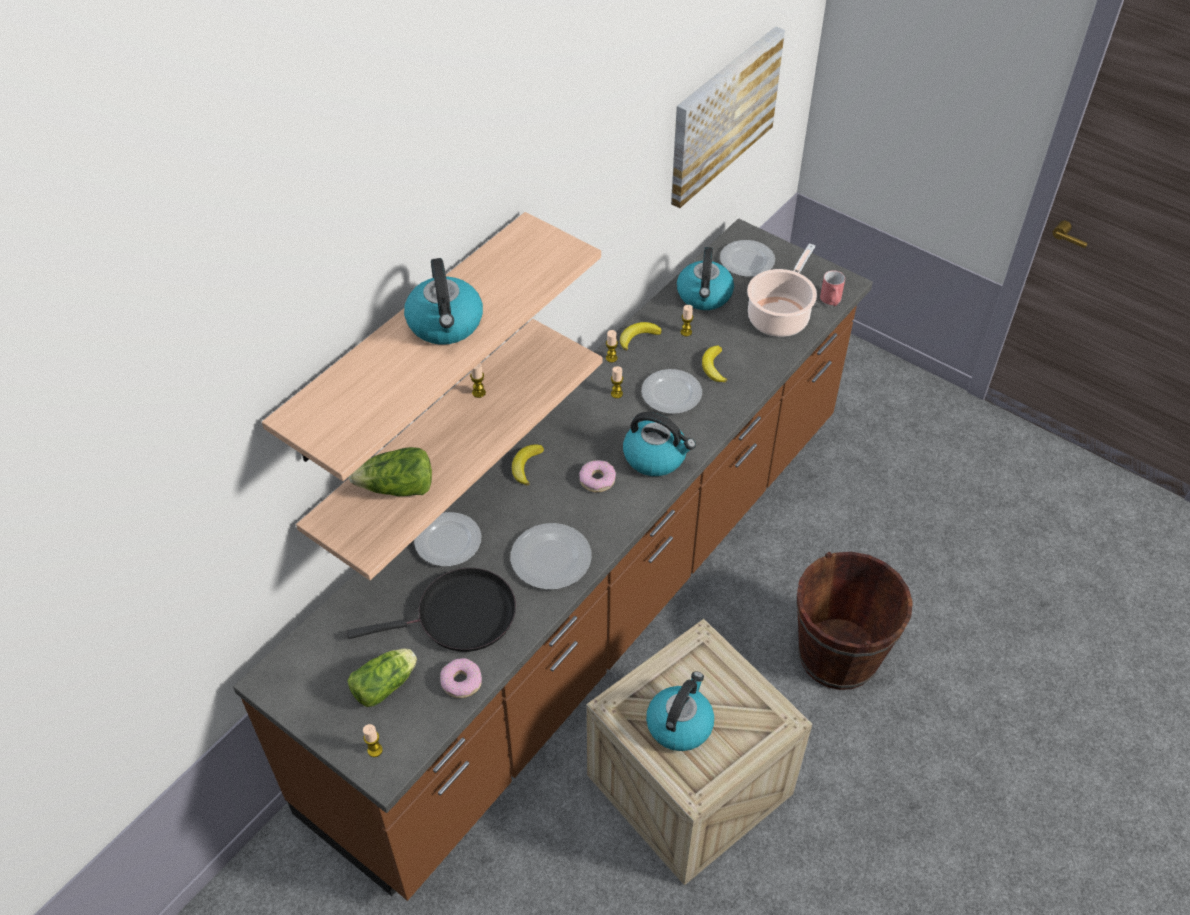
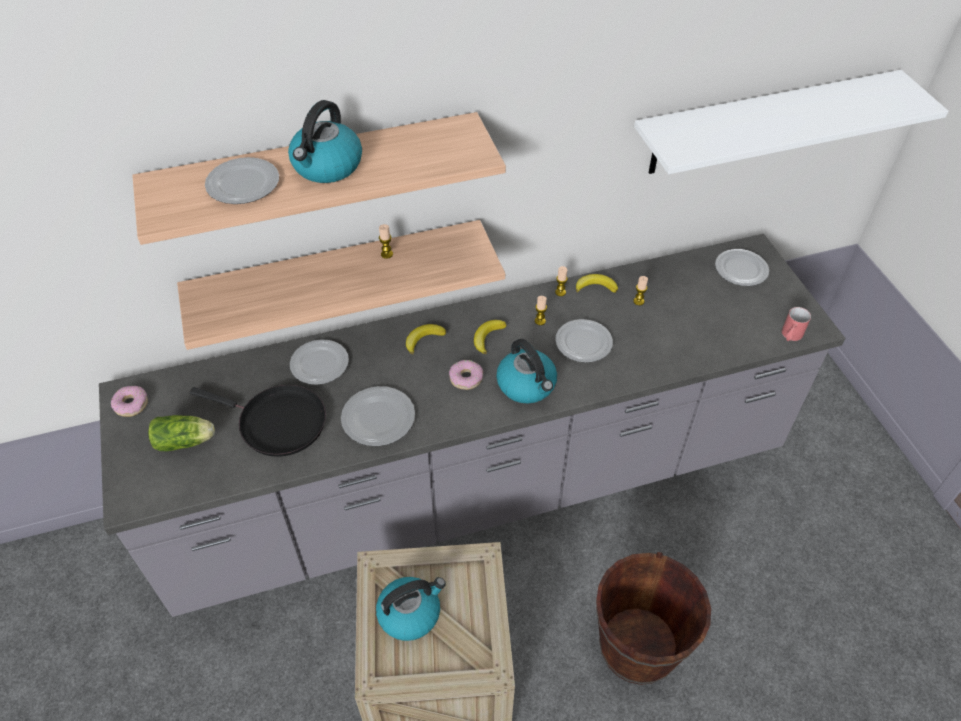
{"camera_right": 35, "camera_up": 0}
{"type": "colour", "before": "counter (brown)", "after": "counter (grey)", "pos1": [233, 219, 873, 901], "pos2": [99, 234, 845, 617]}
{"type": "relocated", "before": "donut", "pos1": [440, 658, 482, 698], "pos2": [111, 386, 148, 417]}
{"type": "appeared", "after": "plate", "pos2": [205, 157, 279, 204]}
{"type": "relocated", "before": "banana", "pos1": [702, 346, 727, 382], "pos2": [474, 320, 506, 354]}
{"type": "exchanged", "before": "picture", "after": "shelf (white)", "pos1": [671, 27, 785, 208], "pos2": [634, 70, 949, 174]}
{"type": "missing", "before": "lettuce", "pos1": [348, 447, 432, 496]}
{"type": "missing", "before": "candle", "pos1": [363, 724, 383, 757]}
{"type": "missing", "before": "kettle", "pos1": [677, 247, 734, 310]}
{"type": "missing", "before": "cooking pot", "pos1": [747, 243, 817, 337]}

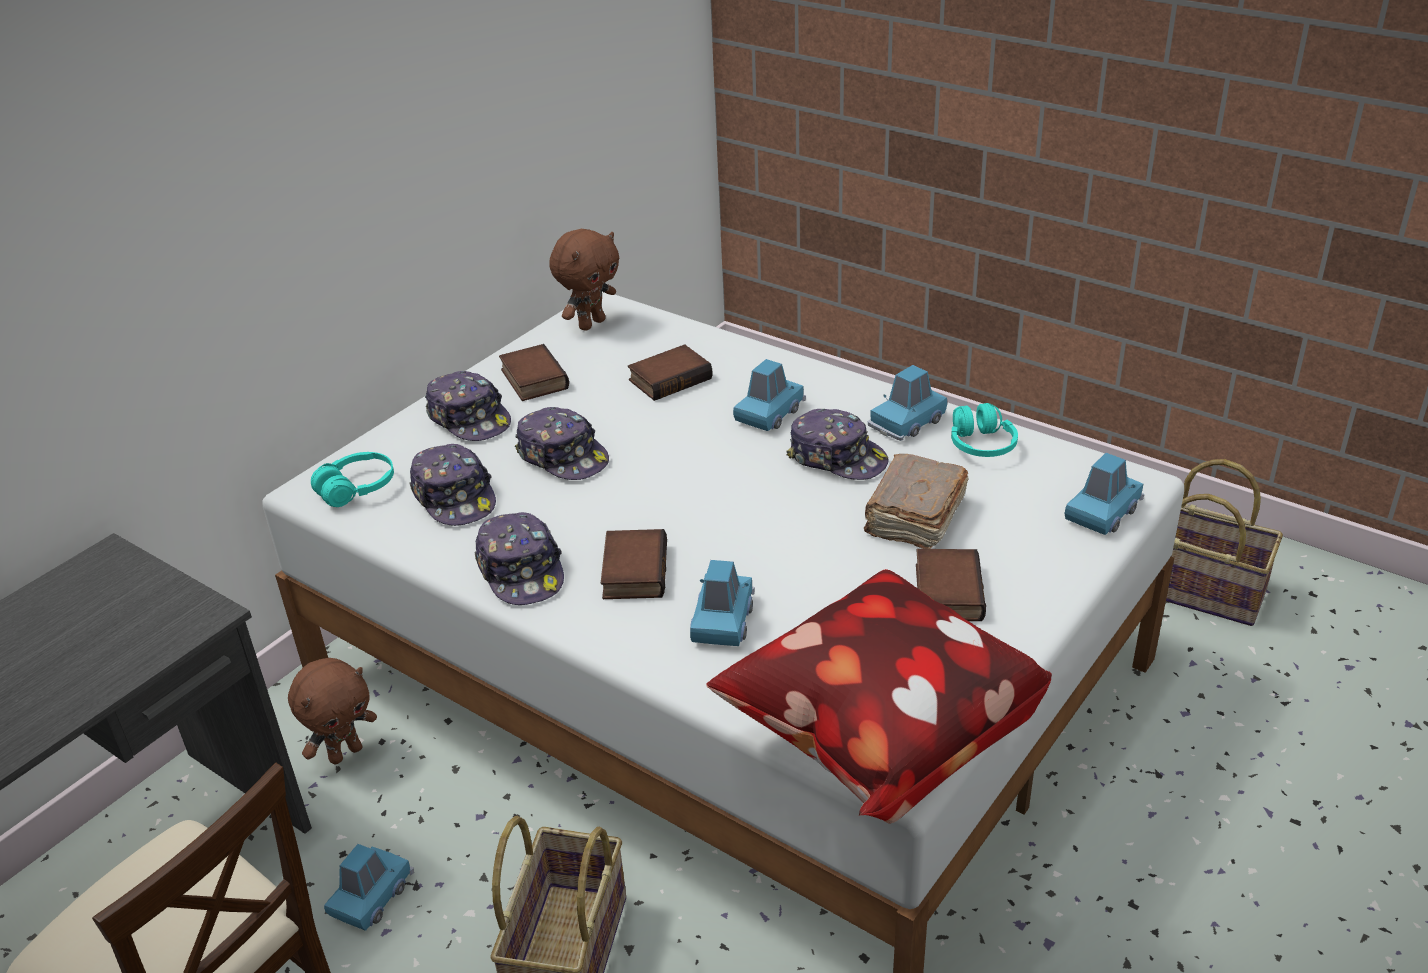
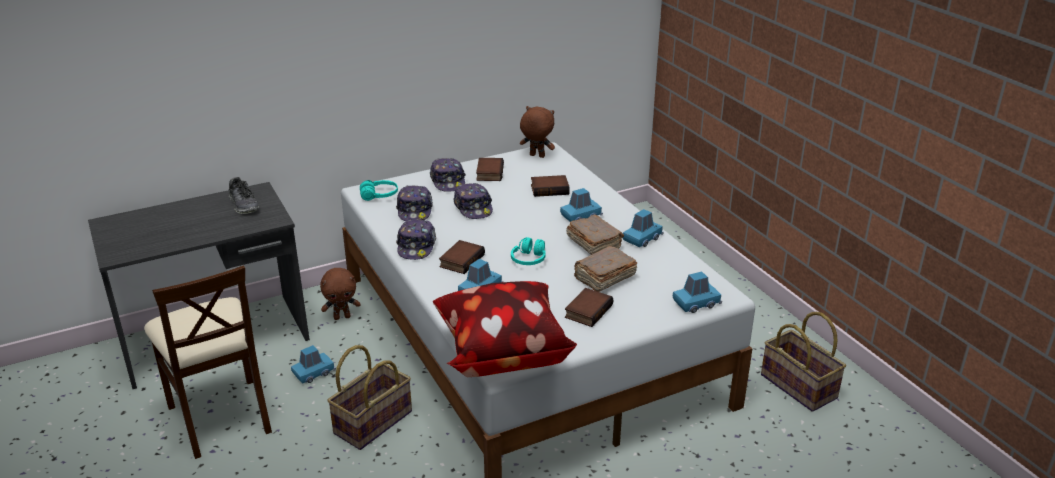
{"camera_right": 25, "camera_up": -5}
{"type": "appeared", "after": "shoe", "pos2": [229, 177, 259, 214]}
{"type": "relocated", "before": "headphones (turquoise)", "pos1": [951, 403, 1018, 457], "pos2": [511, 237, 546, 265]}
{"type": "spun", "before": "plush toy (brown)", "pos1": [549, 229, 619, 331], "pos2": [520, 106, 555, 158], "turn": -135}
{"type": "exchanged", "before": "cap", "after": "book (brown)", "pos1": [786, 409, 889, 480], "pos2": [566, 215, 624, 255]}
{"type": "spun", "before": "toy car (blue)", "pos1": [868, 365, 947, 441], "pos2": [623, 209, 664, 247], "turn": 150}

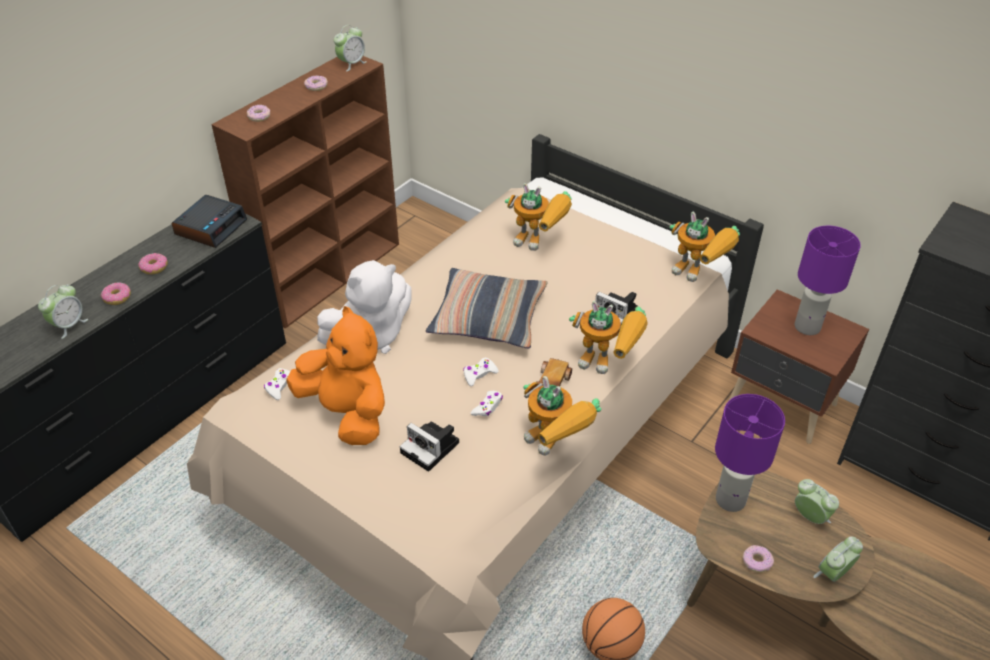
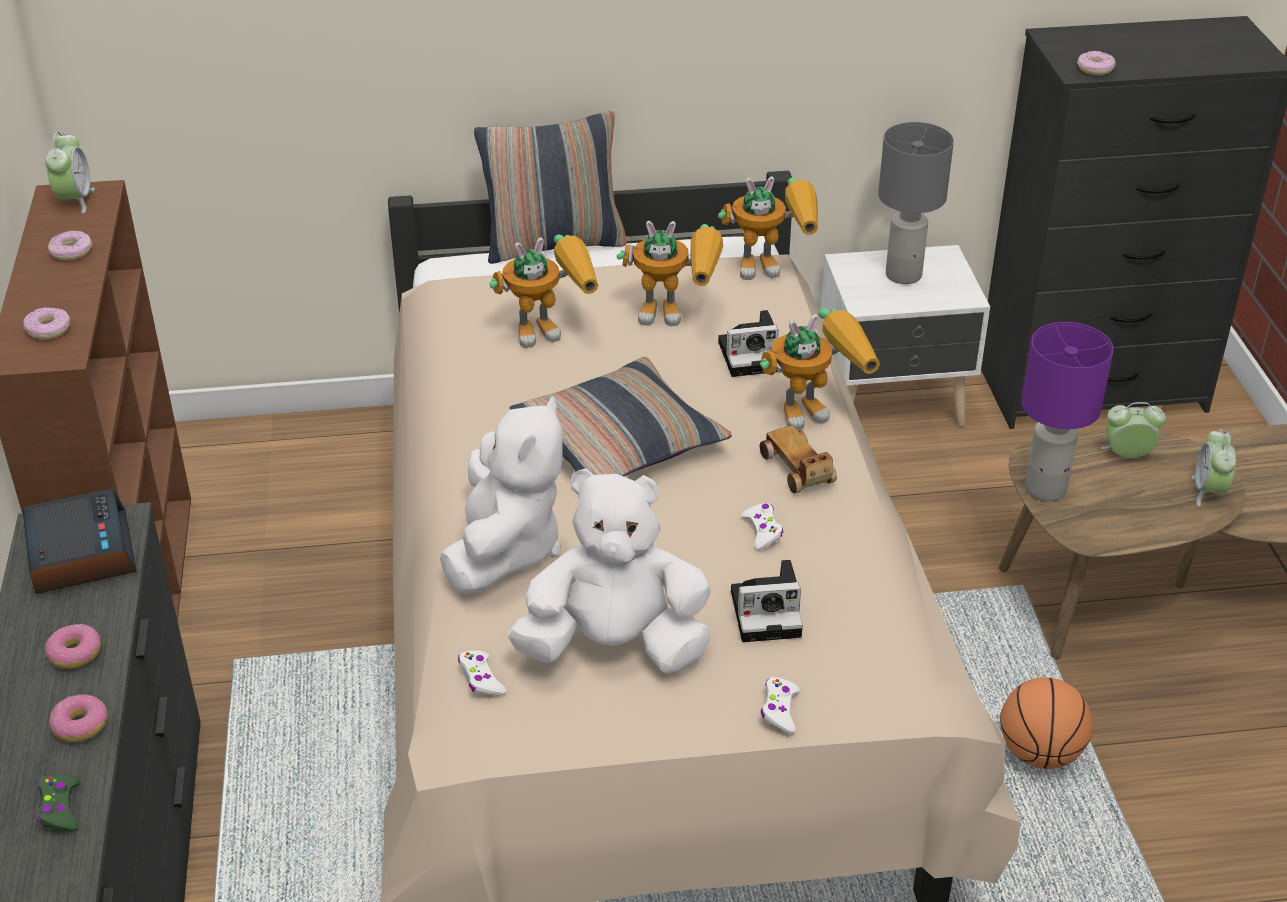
{"camera_right": -45, "camera_up": -5}
{"type": "exchanged", "before": "alarm clock", "after": "game controller (green)", "pos1": [38, 284, 88, 339], "pos2": [36, 774, 80, 832]}
{"type": "appeared", "after": "pillow", "pos2": [474, 111, 627, 264]}
{"type": "colour", "before": "plush toy (orange)", "after": "plush toy (white)", "pos1": [286, 306, 385, 445], "pos2": [508, 469, 711, 674]}
{"type": "relocated", "before": "toy robot", "pos1": [523, 376, 601, 456], "pos2": [617, 221, 723, 326]}
{"type": "relocated", "before": "game controller (white)", "pos1": [463, 358, 499, 386], "pos2": [761, 677, 800, 733]}
{"type": "colour", "before": "nightstand (brown)", "after": "nightstand (white)", "pos1": [729, 289, 869, 444], "pos2": [821, 245, 990, 427]}
{"type": "colour", "before": "table lamp (purple)", "after": "table lamp (grey)", "pos1": [795, 226, 861, 335], "pos2": [878, 122, 954, 284]}
{"type": "relocated", "before": "donut", "pos1": [743, 545, 774, 572], "pos2": [1077, 51, 1116, 75]}

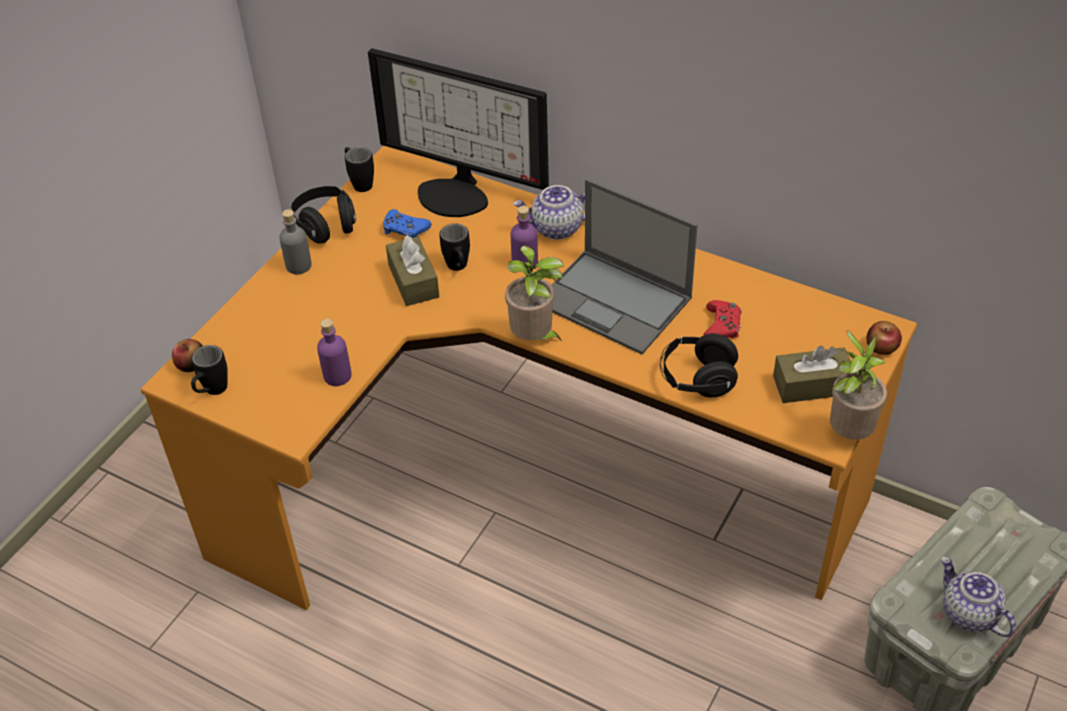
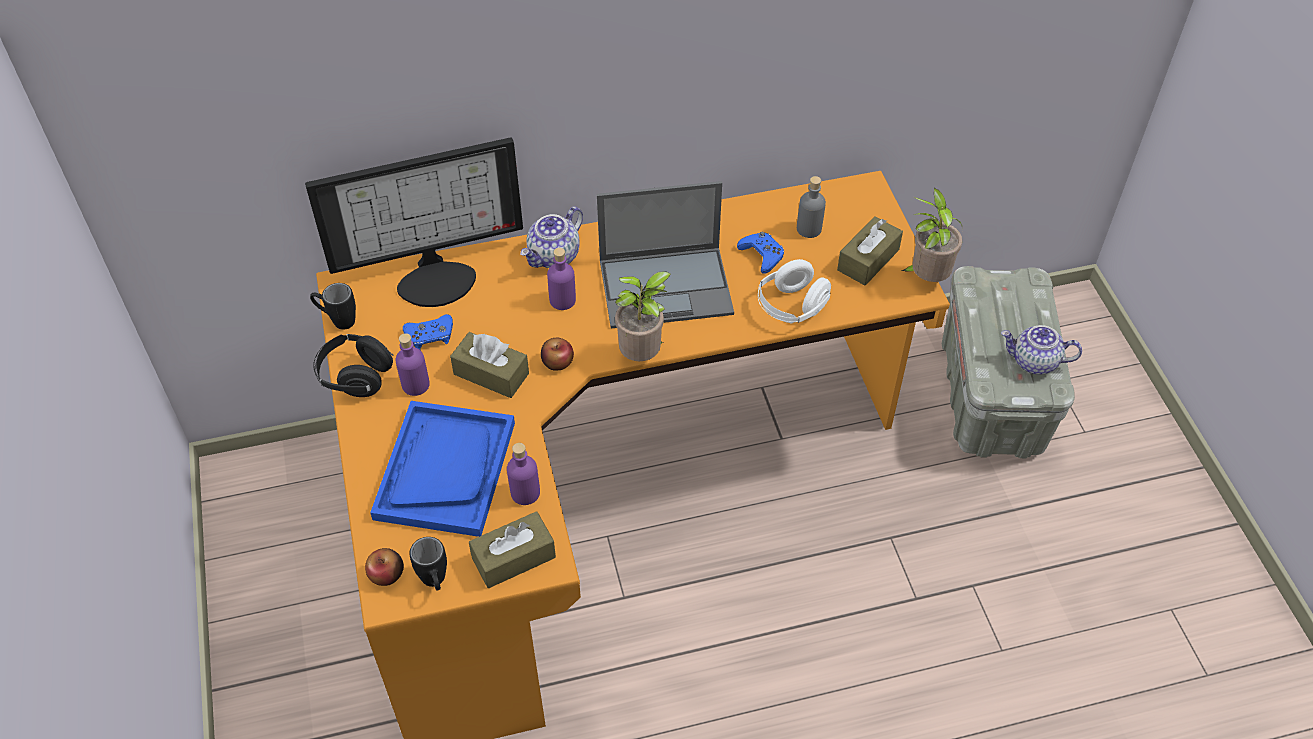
{"camera_right": -45, "camera_up": 5}
{"type": "appeared", "after": "tray (blue)", "pos2": [370, 401, 515, 537]}
{"type": "appeared", "after": "bottle (purple)", "pos2": [396, 333, 430, 396]}
{"type": "appeared", "after": "tissue box (brown)", "pos2": [469, 511, 556, 588]}
{"type": "relocated", "before": "apple", "pos1": [866, 321, 902, 355], "pos2": [541, 338, 574, 371]}
{"type": "colour", "before": "game controller (red)", "after": "game controller (blue)", "pos1": [703, 300, 742, 338], "pos2": [737, 232, 784, 274]}
{"type": "colour", "before": "headphones (black)", "after": "headphones (white)", "pos1": [660, 333, 738, 398], "pos2": [758, 259, 831, 324]}
{"type": "relocated", "before": "bottle (grey)", "pos1": [279, 209, 312, 274], "pos2": [797, 176, 826, 238]}
{"type": "missing", "before": "mug (black)", "pos1": [440, 223, 470, 271]}

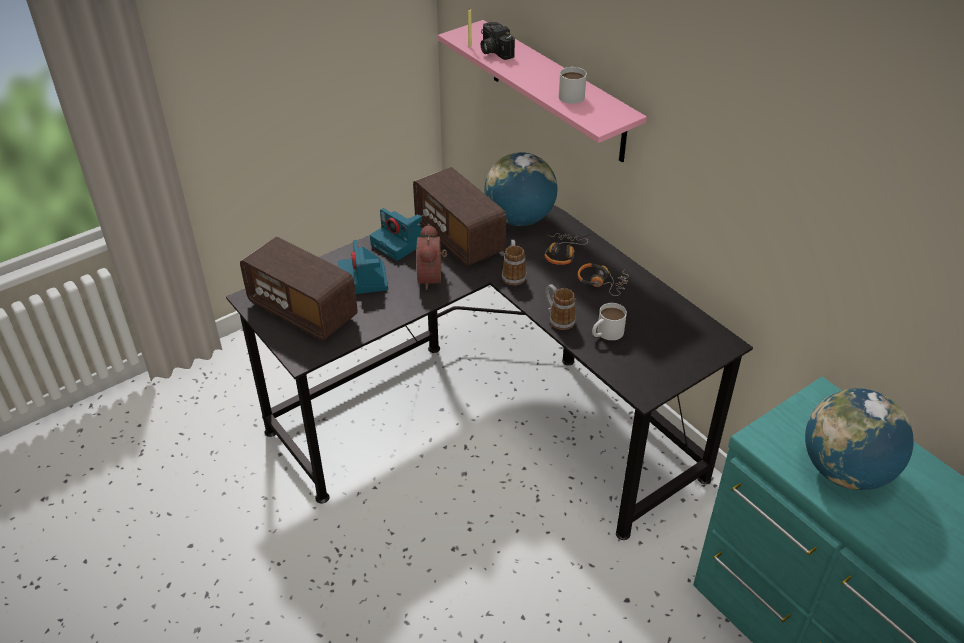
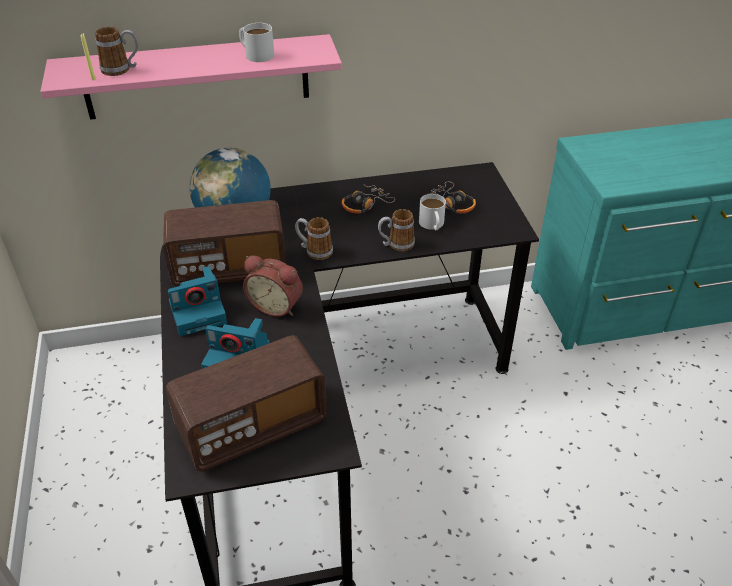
{"camera_right": -65, "camera_up": 0}
{"type": "exchanged", "before": "photo camera", "after": "mug", "pos1": [481, 22, 515, 60], "pos2": [95, 26, 138, 76]}
{"type": "relocated", "before": "headphones", "pos1": [544, 233, 588, 265], "pos2": [429, 182, 476, 213]}
{"type": "missing", "before": "globe", "pos1": [805, 388, 914, 490]}

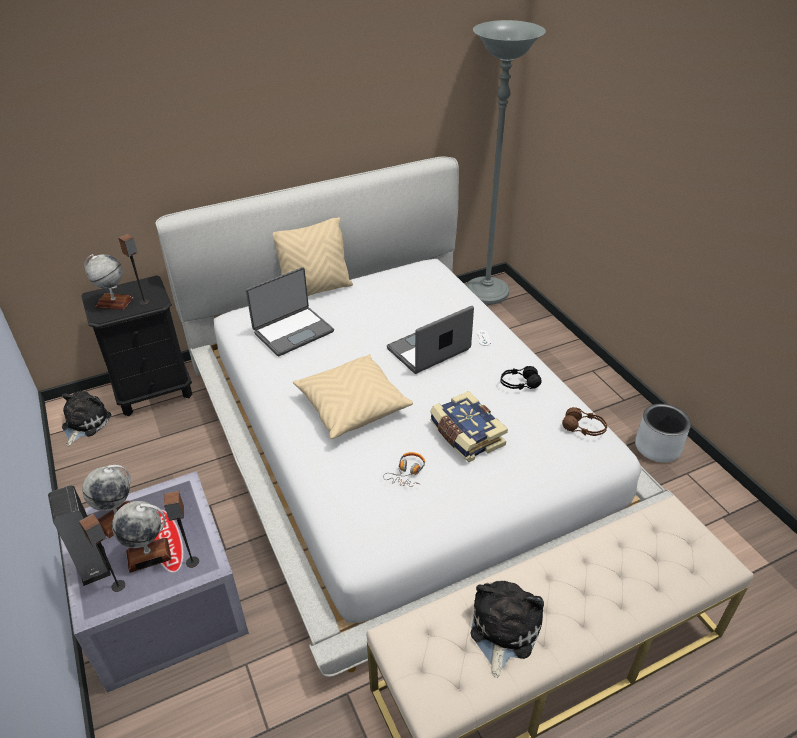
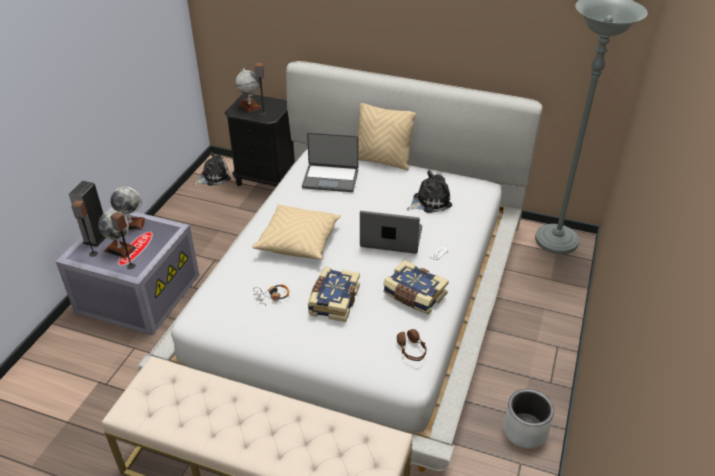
{"camera_right": 45, "camera_up": 0}
{"type": "exchanged", "before": "headphones (black)", "after": "book", "pos1": [500, 366, 542, 390], "pos2": [383, 260, 449, 315]}
{"type": "relocated", "before": "plush toy", "pos1": [471, 580, 544, 678], "pos2": [407, 171, 452, 213]}

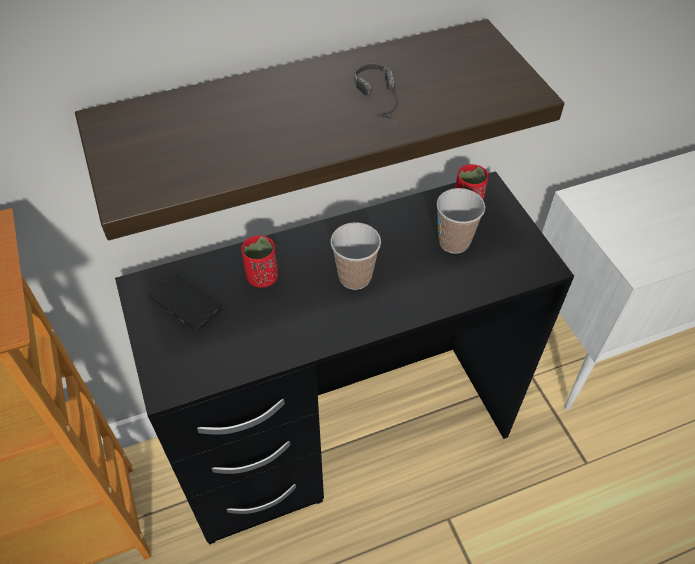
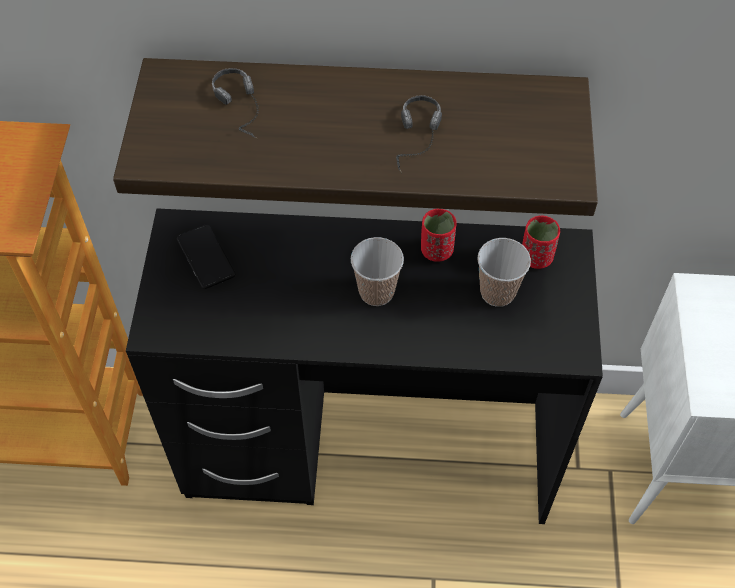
{"camera_right": 25, "camera_up": 5}
{"type": "appeared", "after": "headphones", "pos2": [212, 68, 259, 139]}
{"type": "relocated", "before": "cup (red)", "pos1": [241, 235, 278, 288], "pos2": [421, 209, 457, 262]}

